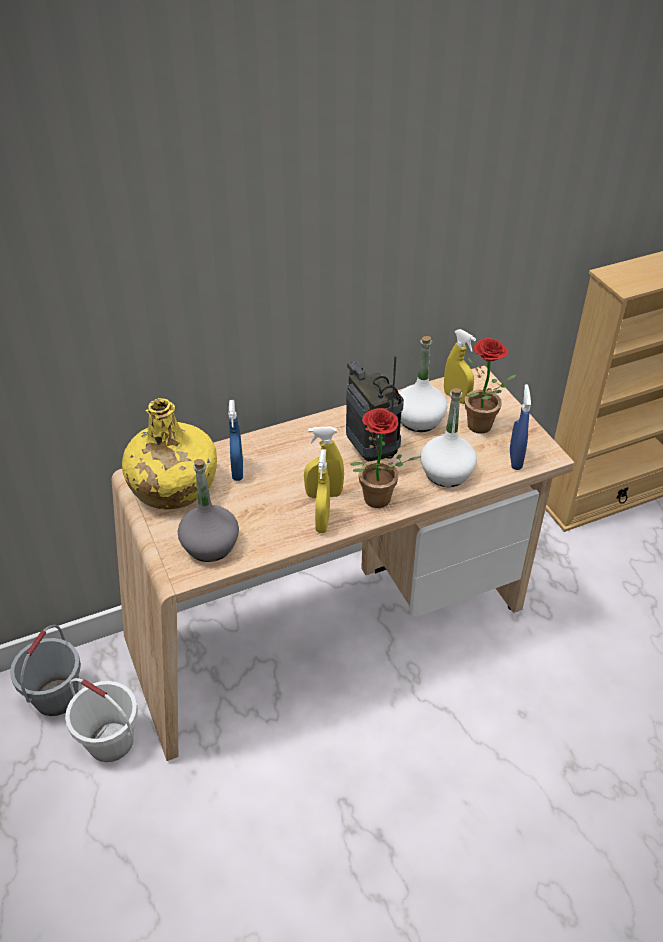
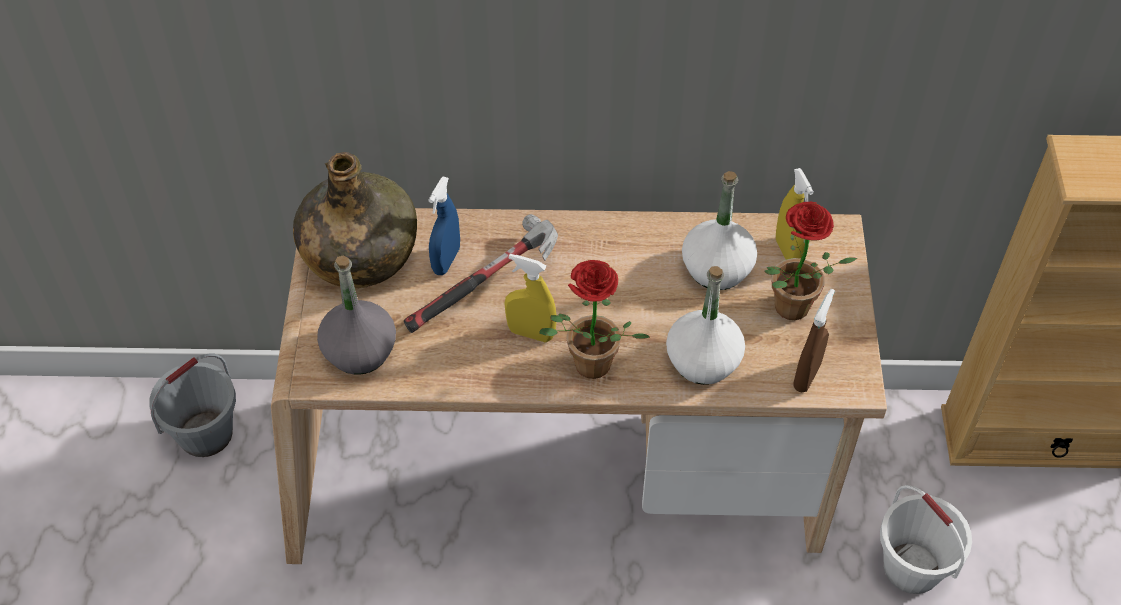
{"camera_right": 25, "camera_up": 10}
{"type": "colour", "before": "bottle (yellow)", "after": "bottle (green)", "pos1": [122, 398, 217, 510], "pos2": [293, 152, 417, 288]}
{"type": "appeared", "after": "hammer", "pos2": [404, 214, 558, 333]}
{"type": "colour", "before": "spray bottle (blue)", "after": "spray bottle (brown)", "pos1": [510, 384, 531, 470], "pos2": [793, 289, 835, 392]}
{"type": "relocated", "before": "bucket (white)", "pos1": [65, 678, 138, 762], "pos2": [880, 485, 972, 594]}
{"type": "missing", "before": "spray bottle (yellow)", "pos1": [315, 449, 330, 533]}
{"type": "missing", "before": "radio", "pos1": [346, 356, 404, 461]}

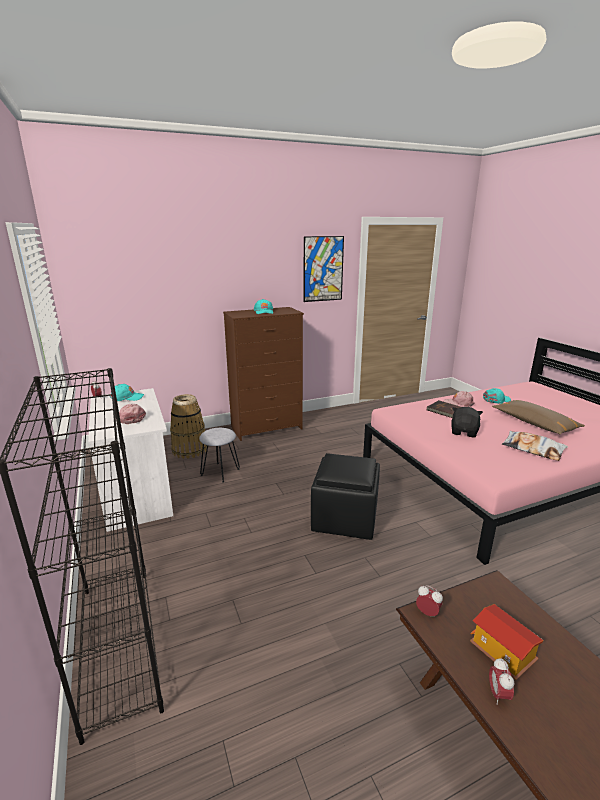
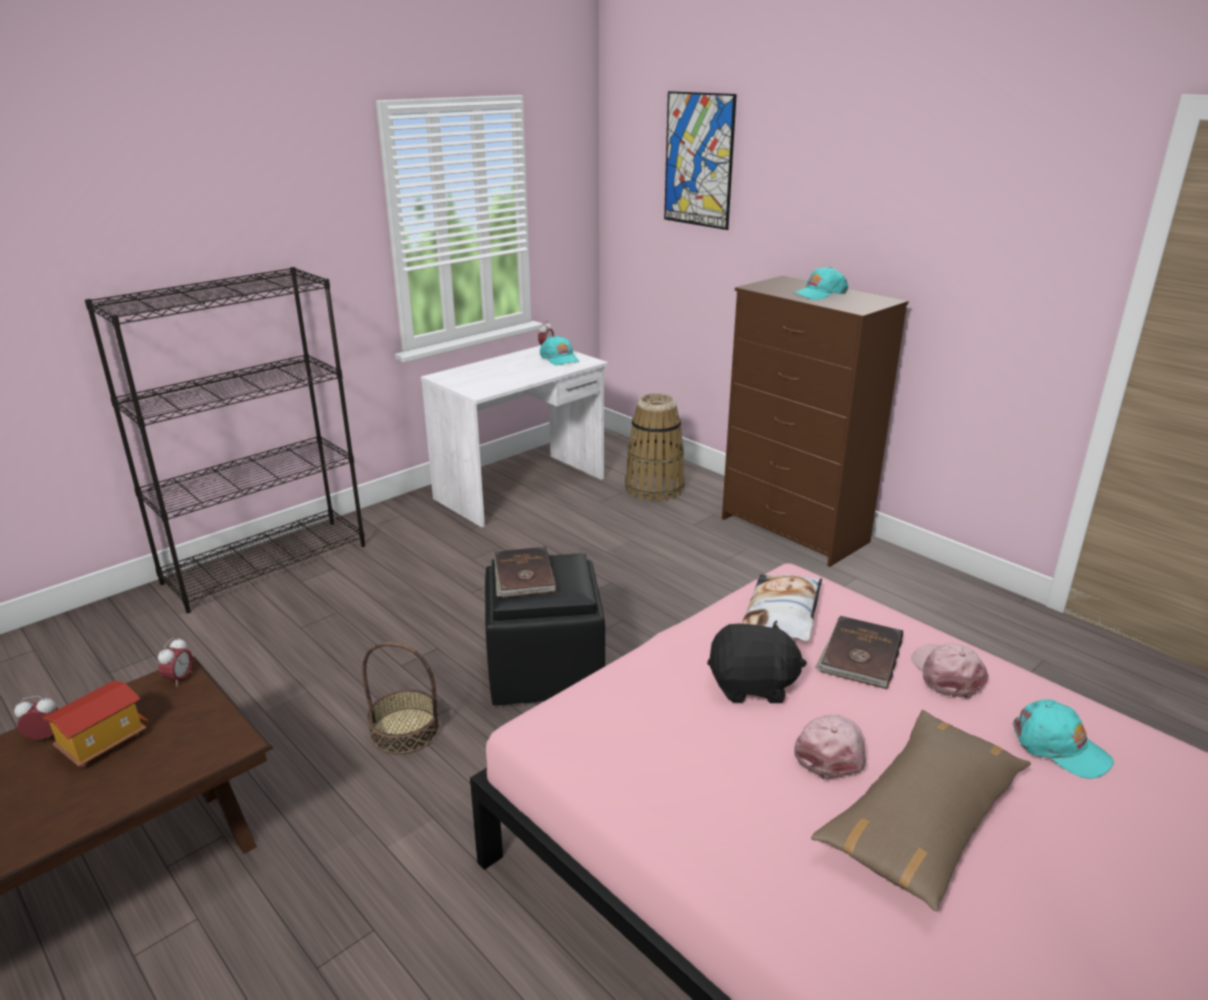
{"camera_right": 70, "camera_up": 5}
{"type": "appeared", "after": "basket", "pos2": [362, 642, 440, 755]}
{"type": "appeared", "after": "book (brown)", "pos2": [494, 547, 557, 598]}
{"type": "relocated", "before": "picture", "pos1": [303, 236, 344, 302], "pos2": [664, 91, 737, 230]}
{"type": "relocated", "before": "pillow", "pos1": [502, 431, 568, 461], "pos2": [742, 574, 822, 642]}
{"type": "relocated", "before": "cap (pink)", "pos1": [119, 404, 146, 424], "pos2": [794, 715, 866, 780]}
{"type": "missing", "before": "stool (grey)", "pos1": [199, 428, 240, 482]}

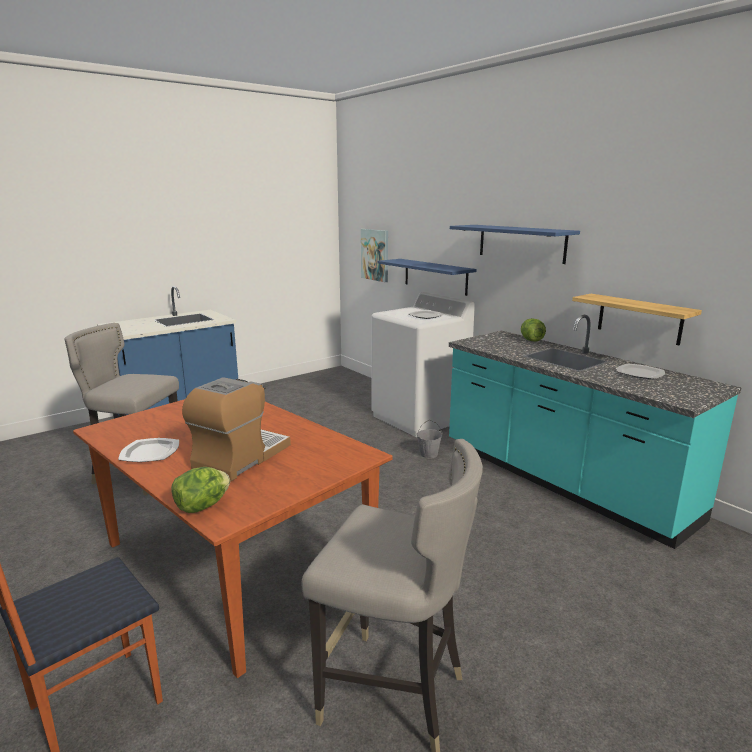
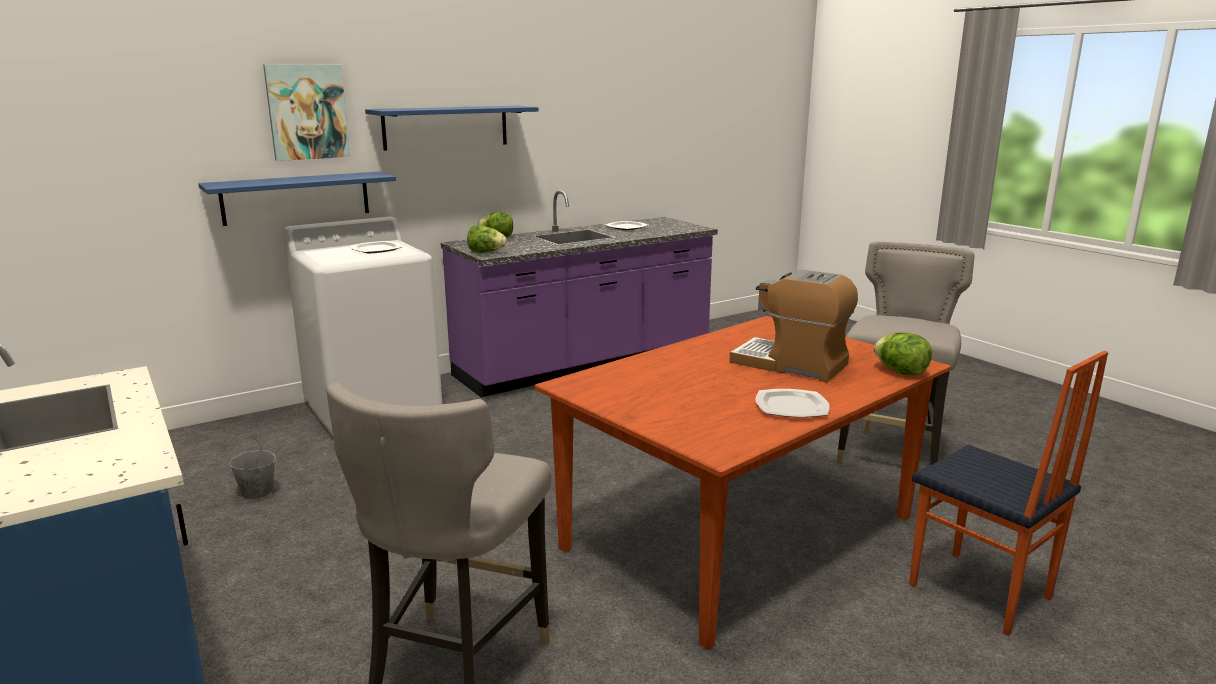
{"camera_right": -85, "camera_up": 0}
{"type": "relocated", "before": "bucket (grey)", "pos1": [417, 420, 442, 459], "pos2": [229, 436, 276, 500]}
{"type": "relocated", "before": "picture", "pos1": [361, 229, 388, 282], "pos2": [263, 64, 350, 161]}
{"type": "colour", "before": "counter (turquoise)", "after": "counter (purple)", "pos1": [449, 315, 742, 549], "pos2": [441, 190, 718, 397]}
{"type": "appeared", "after": "lettuce", "pos2": [467, 225, 507, 253]}
{"type": "missing", "before": "shelf", "pos1": [572, 294, 702, 345]}

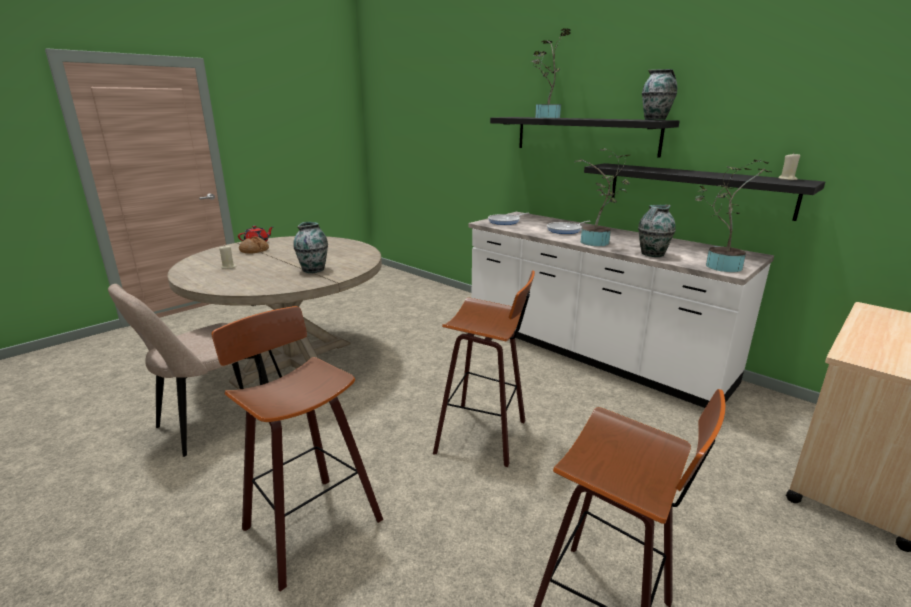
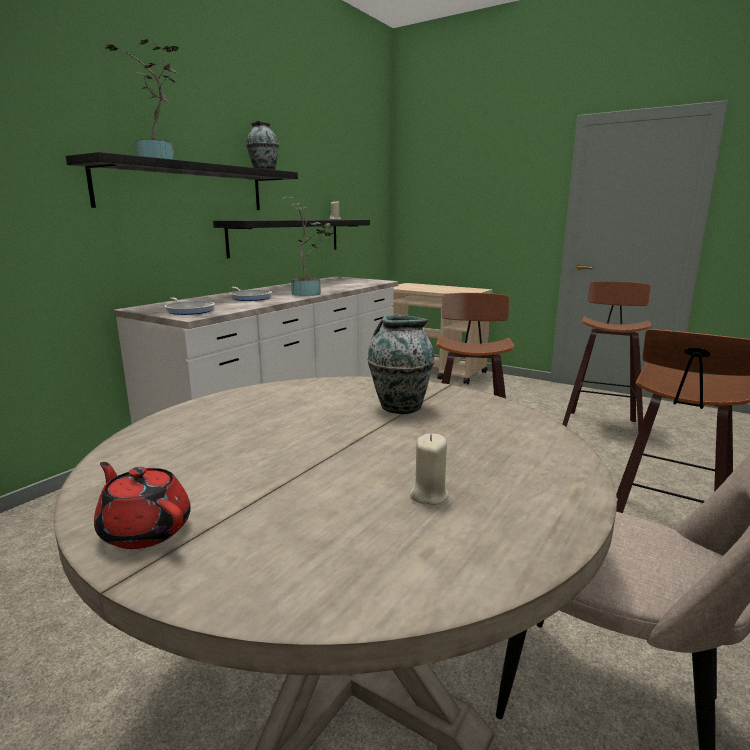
{"camera_right": -100, "camera_up": -5}
{"type": "missing", "before": "bread", "pos1": [239, 236, 269, 254]}
{"type": "missing", "before": "vase", "pos1": [638, 205, 676, 257]}
{"type": "missing", "before": "potted plant", "pos1": [695, 159, 771, 272]}

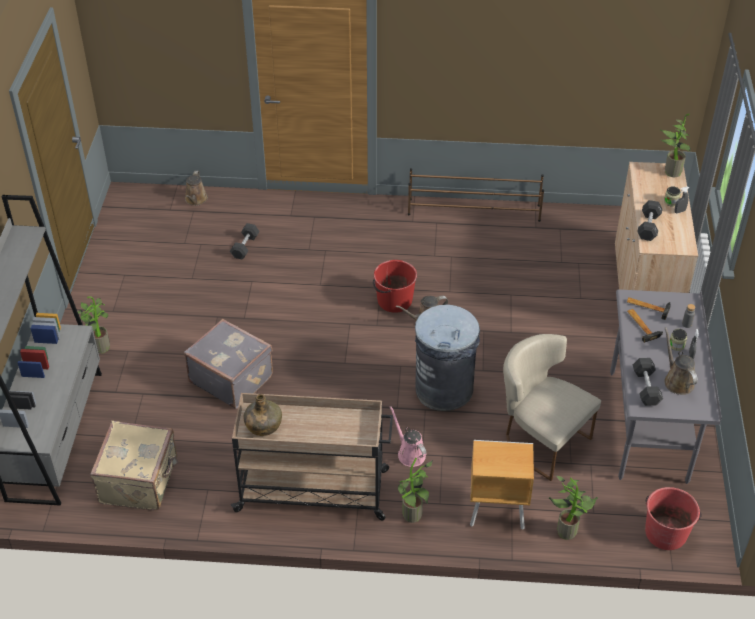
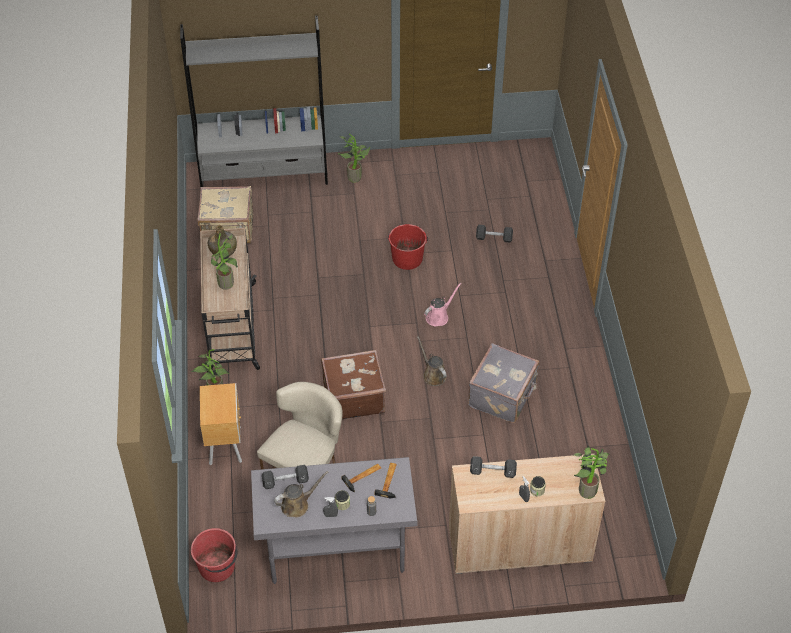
{"camera_right": 80, "camera_up": 5}
{"type": "relocated", "before": "potted plant", "pos1": [549, 475, 598, 540], "pos2": [211, 233, 238, 290]}
{"type": "exchanged", "before": "trash can (grey)", "after": "suitcase (brown)", "pos1": [415, 304, 480, 411], "pos2": [321, 350, 386, 419]}
{"type": "relocated", "before": "bucket (red)", "pos1": [373, 260, 417, 313], "pos2": [388, 224, 428, 270]}
{"type": "relocated", "before": "watering can (pink)", "pos1": [390, 406, 427, 467], "pos2": [424, 283, 462, 326]}
{"type": "relocated", "before": "suitcase (grey)", "pos1": [184, 319, 273, 409], "pos2": [468, 343, 539, 423]}
{"type": "missing", "before": "watering can (brown)", "pos1": [185, 171, 208, 206]}
{"type": "missing", "before": "shoe rack (brown)", "pos1": [408, 168, 544, 222]}

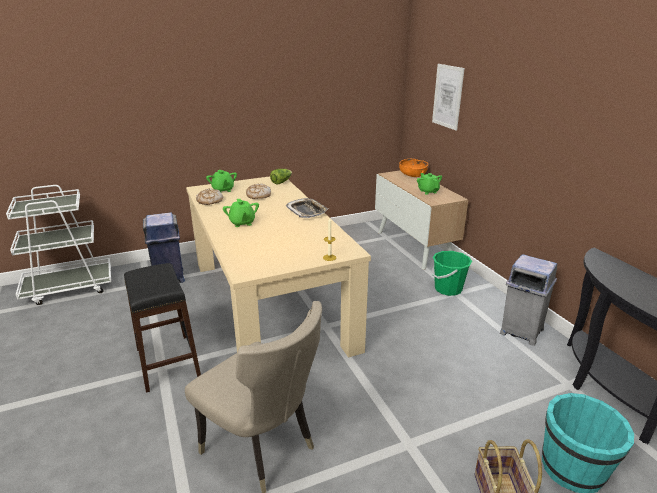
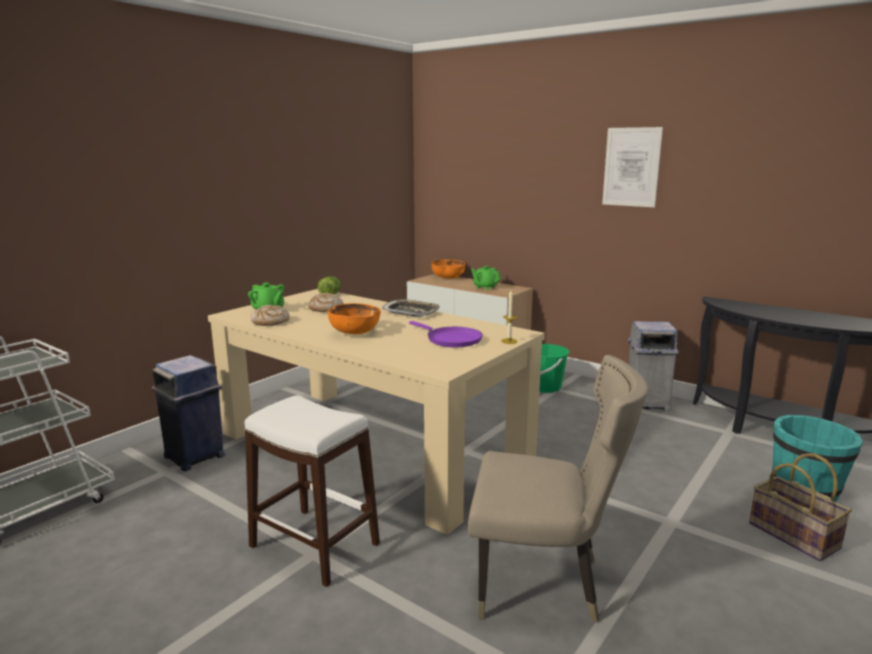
{"camera_right": -30, "camera_up": -10}
{"type": "colour", "before": "stool (black)", "after": "stool (white)", "pos1": [124, 263, 201, 393], "pos2": [245, 395, 380, 587]}
{"type": "exchanged", "before": "teapot (green)", "after": "bowl (orange)", "pos1": [223, 199, 259, 227], "pos2": [328, 303, 381, 334]}
{"type": "appeared", "after": "frying pan (purple)", "pos2": [409, 321, 483, 347]}
{"type": "relocated", "before": "picture", "pos1": [432, 64, 465, 130], "pos2": [602, 127, 663, 207]}

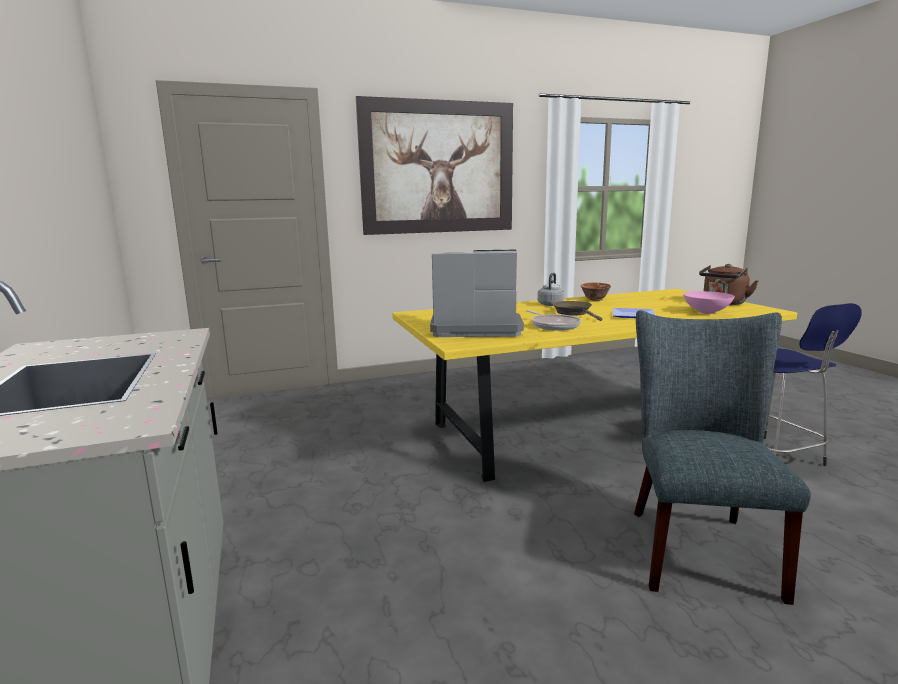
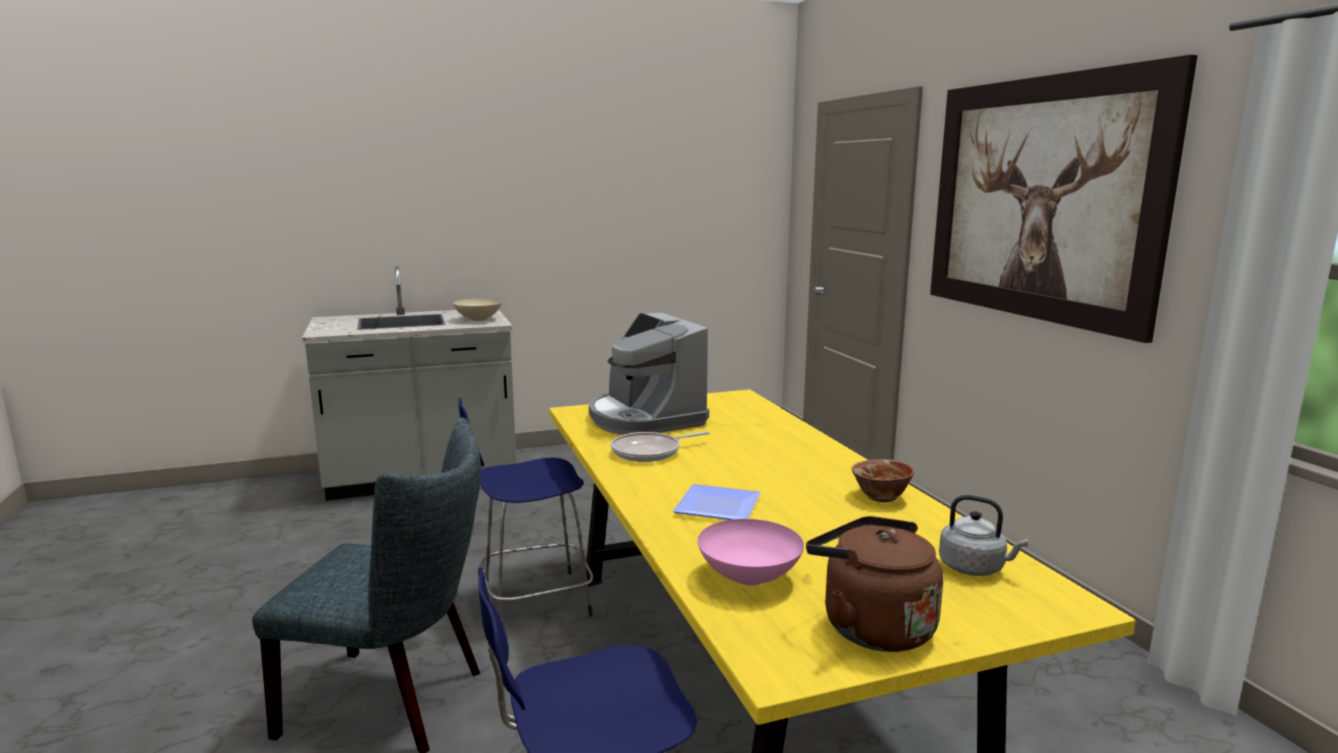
{"camera_right": 90, "camera_up": 0}
{"type": "appeared", "after": "bowl (beige)", "pos2": [453, 298, 502, 321]}
{"type": "appeared", "after": "stool (blue)", "pos2": [458, 398, 593, 618]}
{"type": "spun", "before": "coffee machine", "pos1": [430, 250, 524, 337], "pos2": [589, 313, 709, 435], "turn": 150}
{"type": "relocated", "before": "kettle (grey)", "pos1": [538, 273, 564, 306], "pos2": [939, 495, 1028, 576]}
{"type": "missing", "before": "frying pan (brown)", "pos1": [552, 301, 602, 321]}

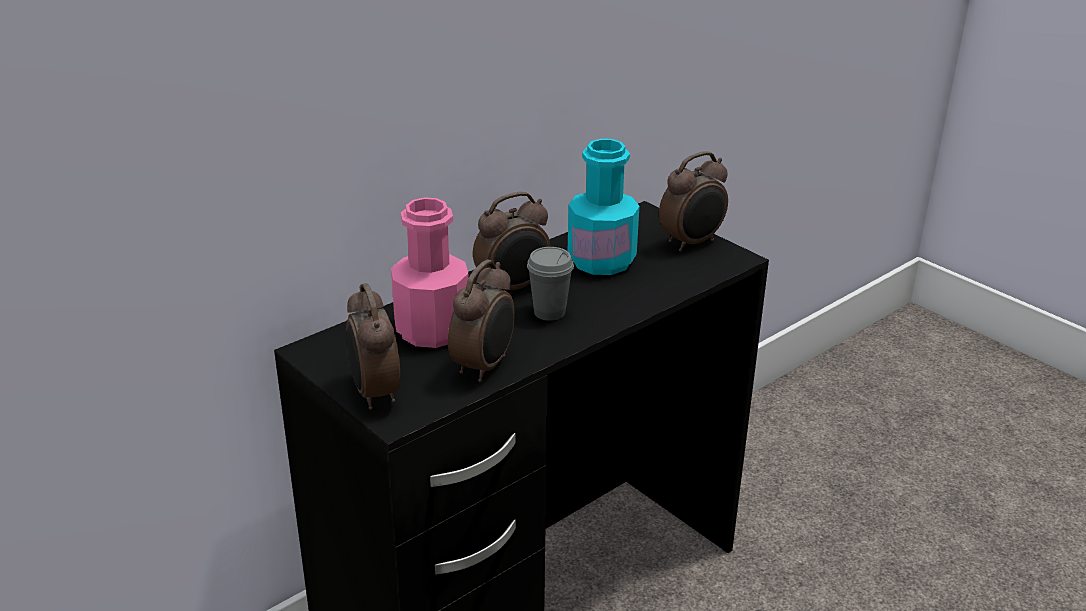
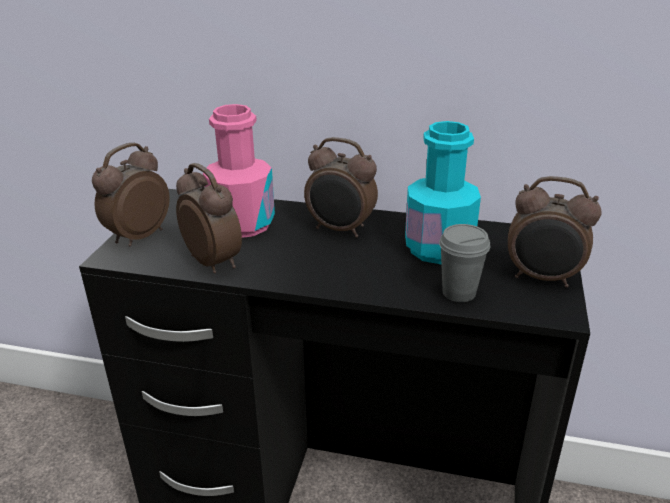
{"camera_right": 55, "camera_up": 0}
{"type": "spun", "before": "alarm clock", "pos1": [448, 259, 515, 382], "pos2": [176, 163, 242, 274], "turn": -120}
{"type": "relocated", "before": "cup (grey)", "pos1": [527, 247, 574, 321], "pos2": [439, 224, 490, 302]}

